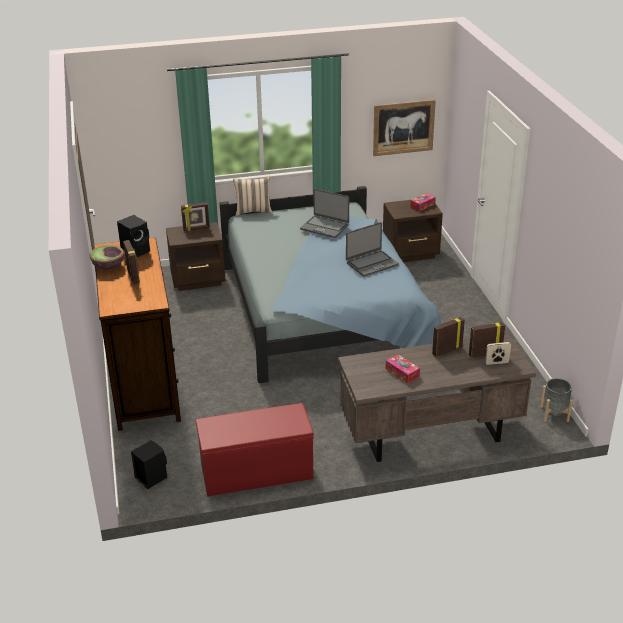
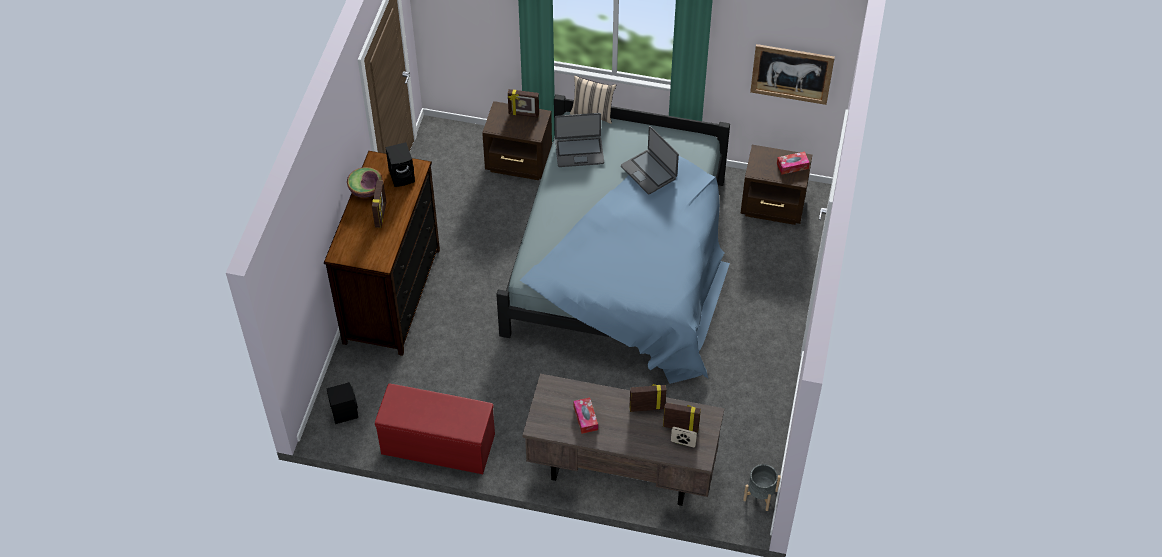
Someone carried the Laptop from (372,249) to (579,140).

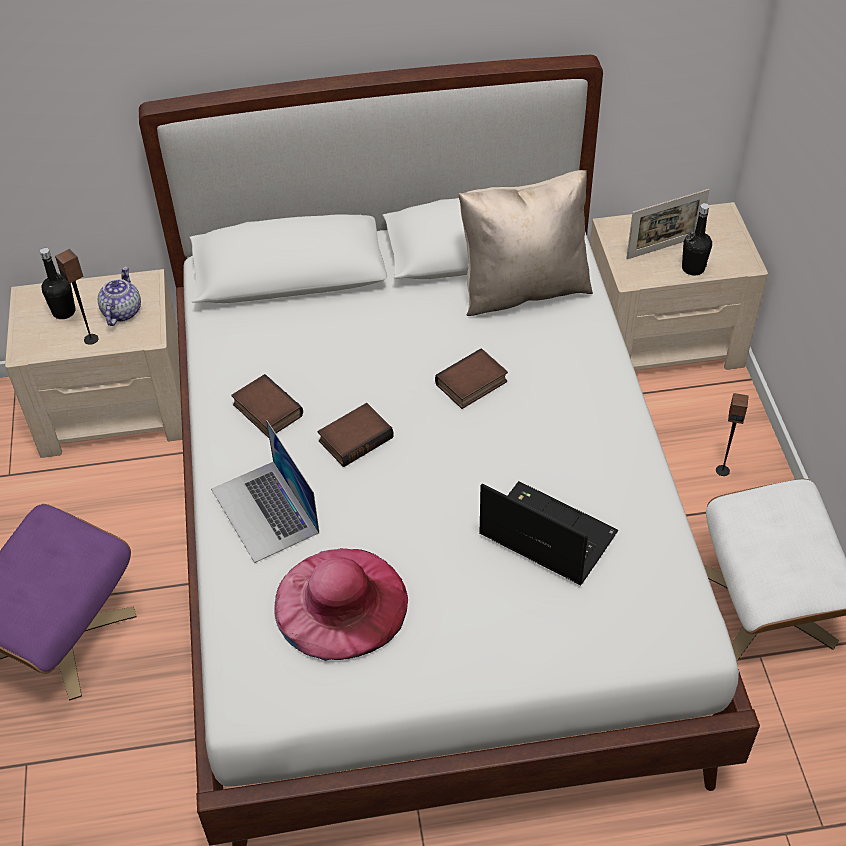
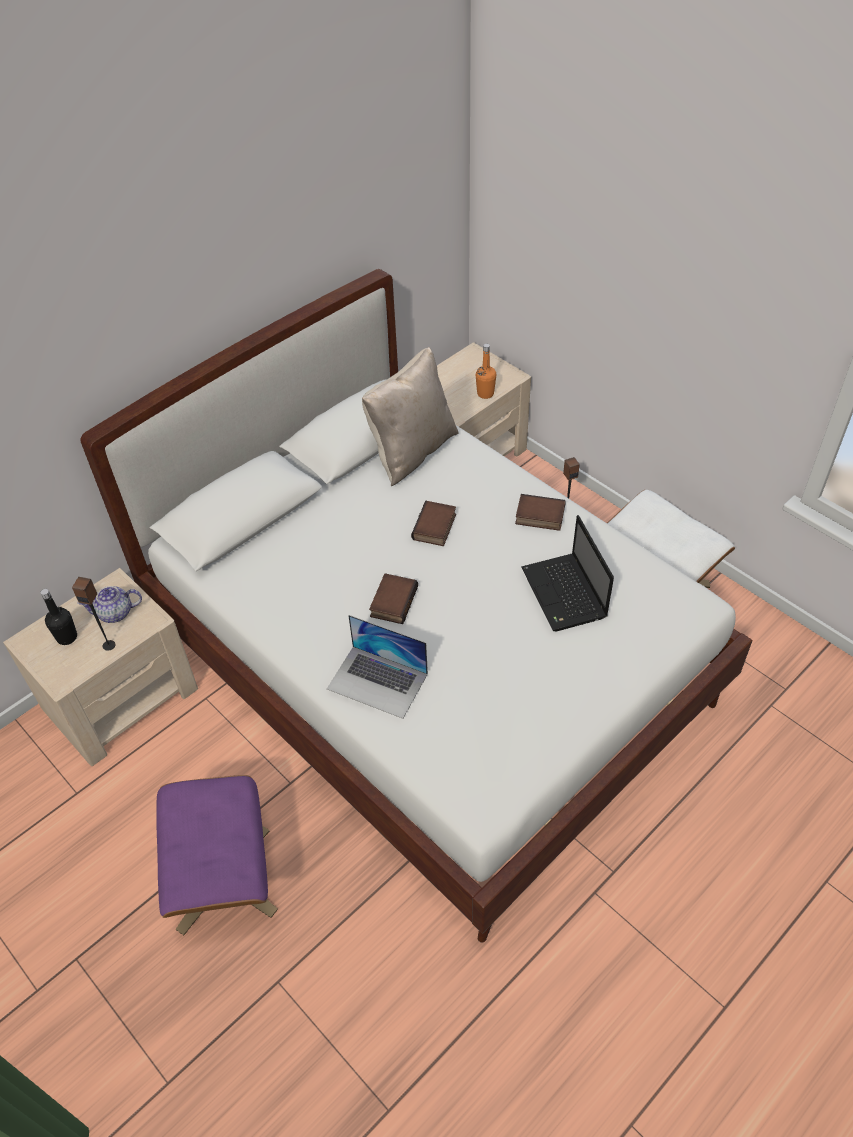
Someone took away the Hut (rosa) at (341,604).
Someone took away the Bilderrahmen at (668,224).
Someone carried the Buch from (267,406) to (540,512).
Someone repainted the Flasche (schwarz) at (697,239), which became the Flasche (orange) at (486,371).
Someone rotated the Teekanne at (119,296) by 75 degrees counterclockwise.
Someone rotated the Laptop at (548,533) by 105 degrees counterclockwise.

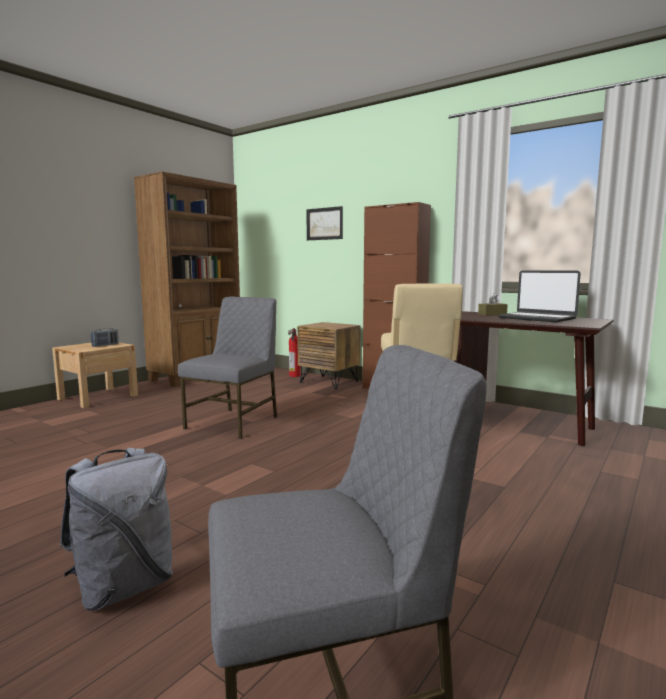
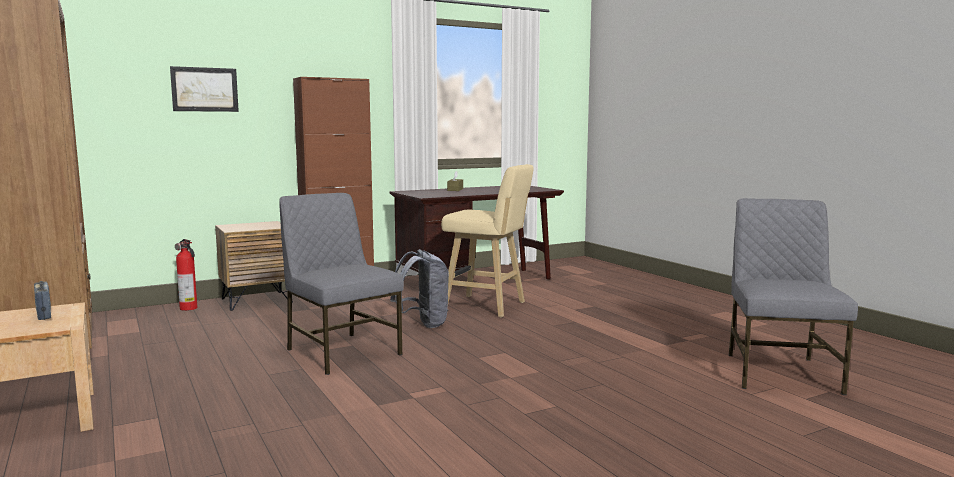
Someone took away the Laptop at (539,296).
Someone carried the Rucksack (grau) from (116,529) to (419,288).

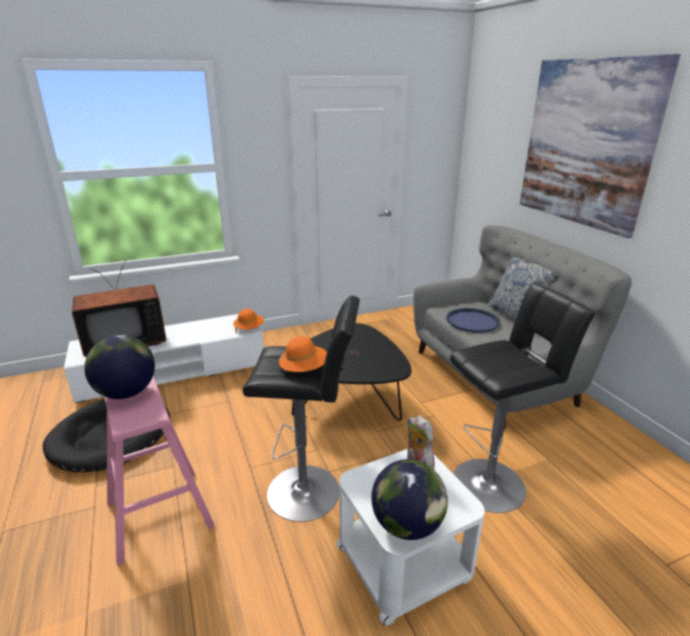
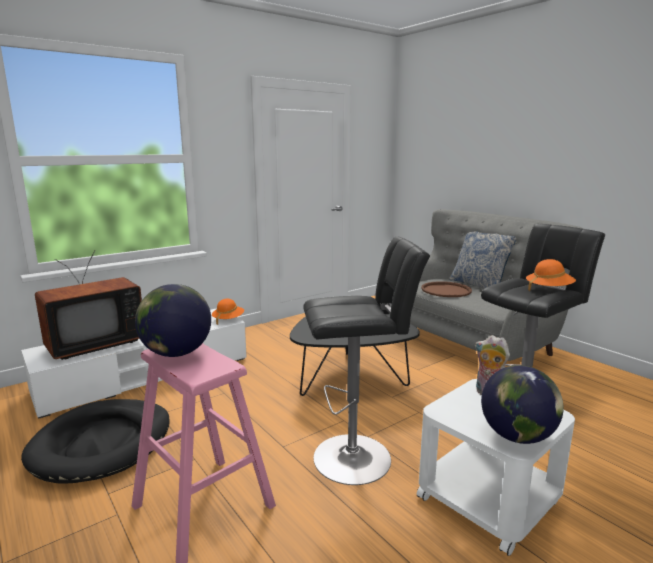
Someone took away the Bild at (600,146).
Someone carried the Hut (orange) from (303,354) to (551,275).
Someone repainted the Tablett (blau) at (473,320), which became the Tablett (braun) at (446,289).

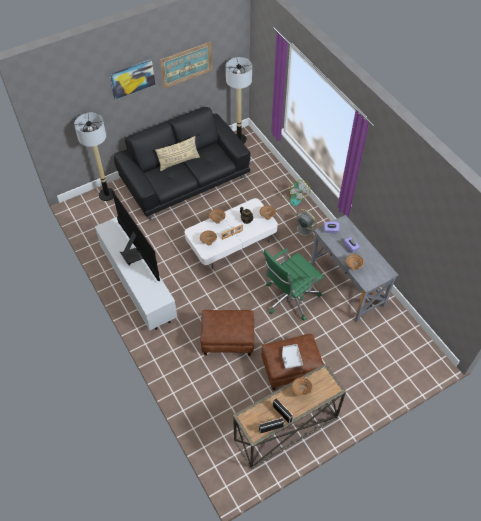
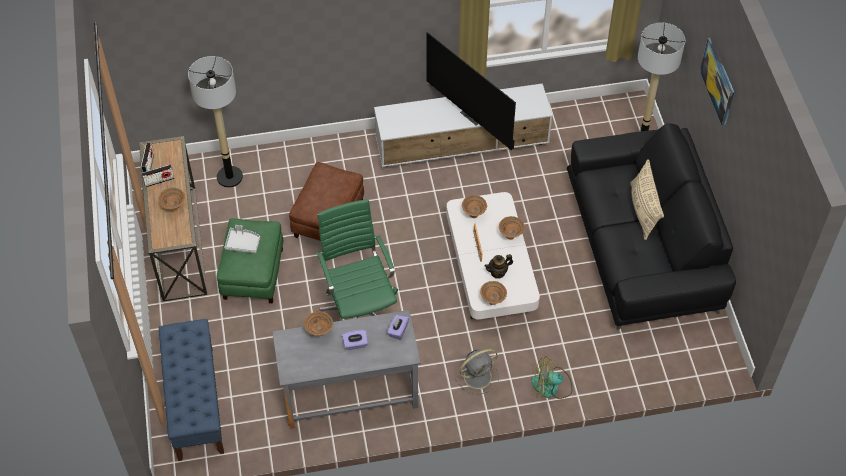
Someone took away the Bild at (186,65).
Someone put down the Bank (blau) at (191,390).
Someone carried the Stehlampe from (239,100) to (215,122).
Someone repainted the Polsterhocker (braun) at (292,362), which became the Polsterhocker (grün) at (250,260).
Someone rotated the Fernseher at (136,235) by 60 degrees clockwise.

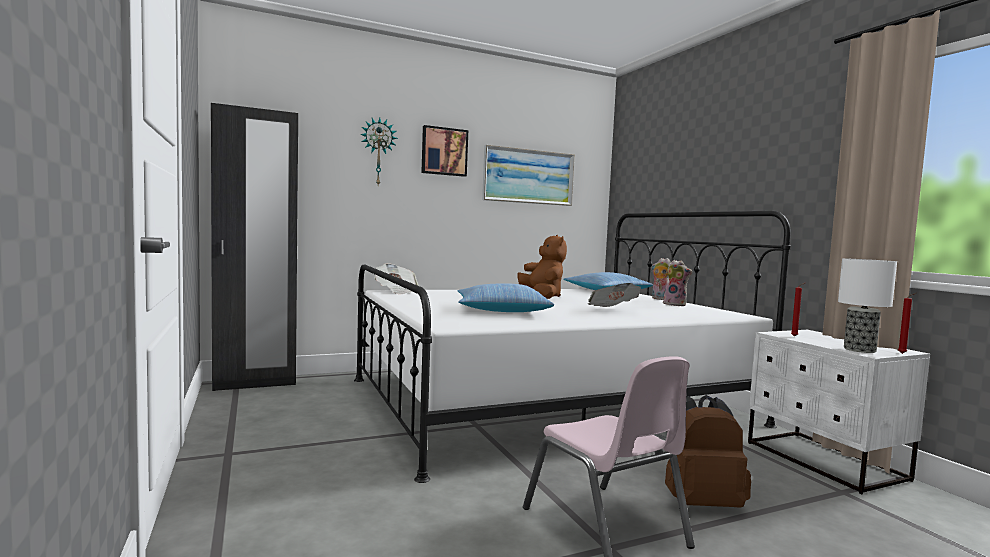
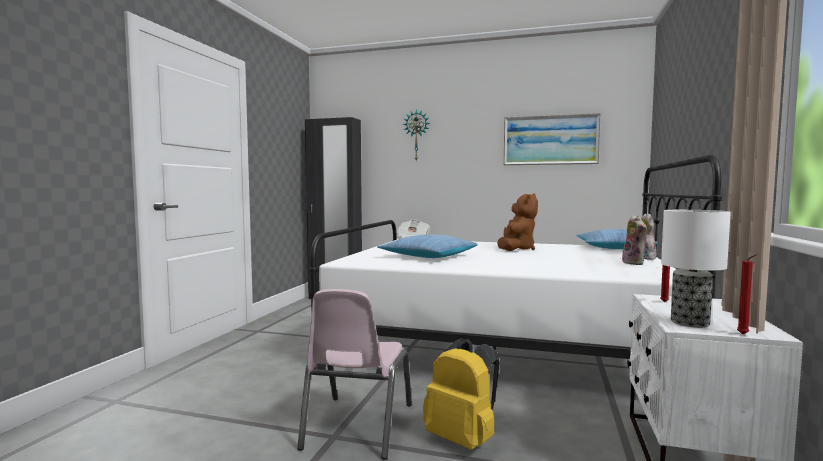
Someone took away the Bild at (444,151).
Someone took away the Zeitung at (614,295).
Someone repainted the Rucksack (braun) at (708,451), which became the Rucksack (gelb) at (461,394).

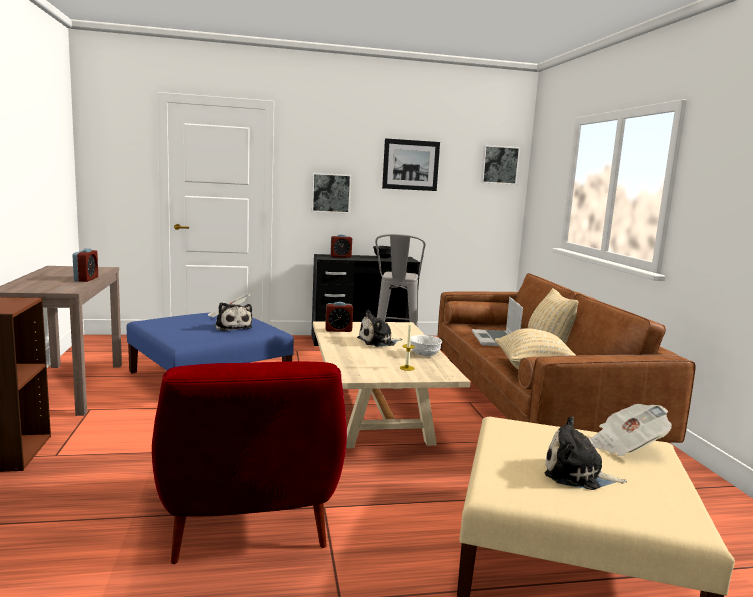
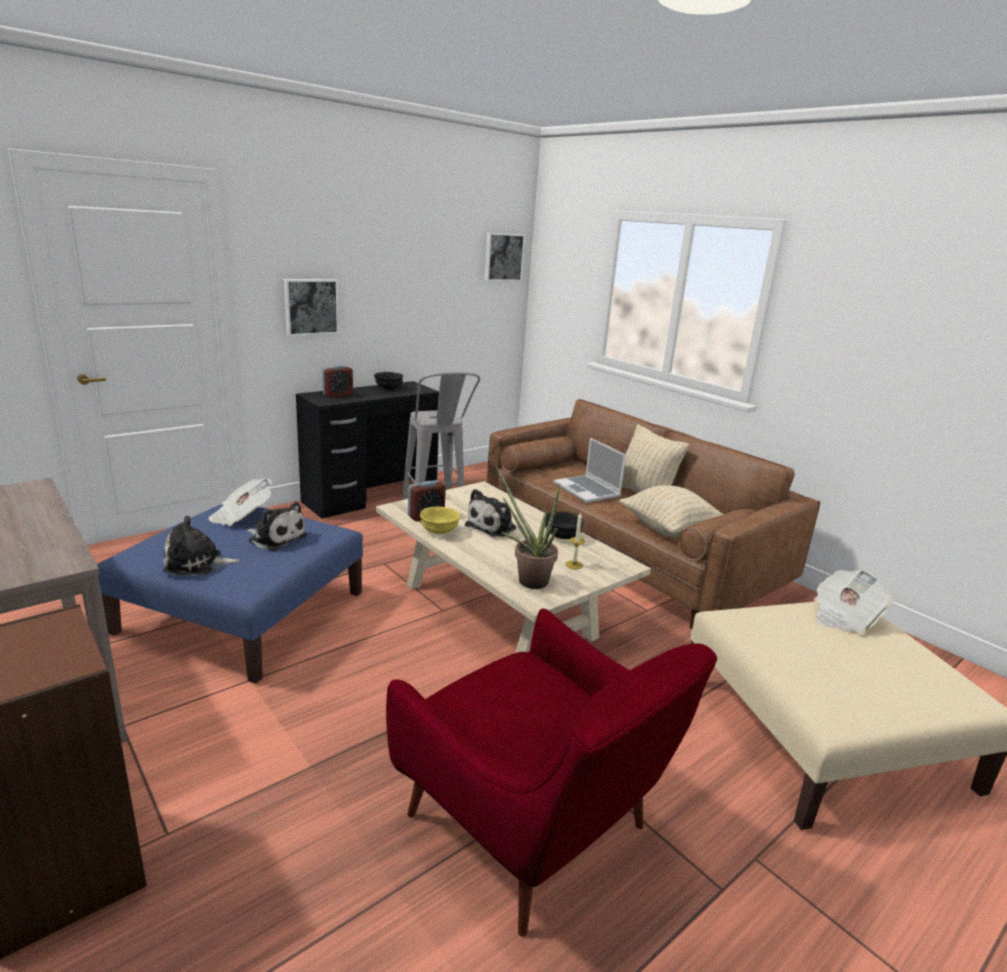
Someone took away the Wecker at (85,265).
Someone took away the Bild at (411,164).
Someone put down the Schüssel (gelb) at (440,520).
Someone put down the Topfpflanze at (528,528).
Someone carried the Plüschtier from (586,453) to (201,545).
Someone repainted the Schüssel (weiß) at (426,345), which became the Schüssel (schwarz) at (564,525).

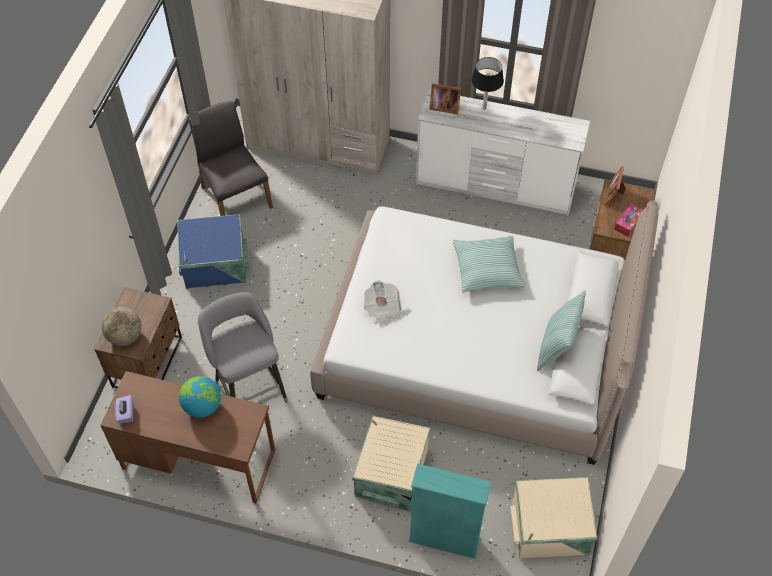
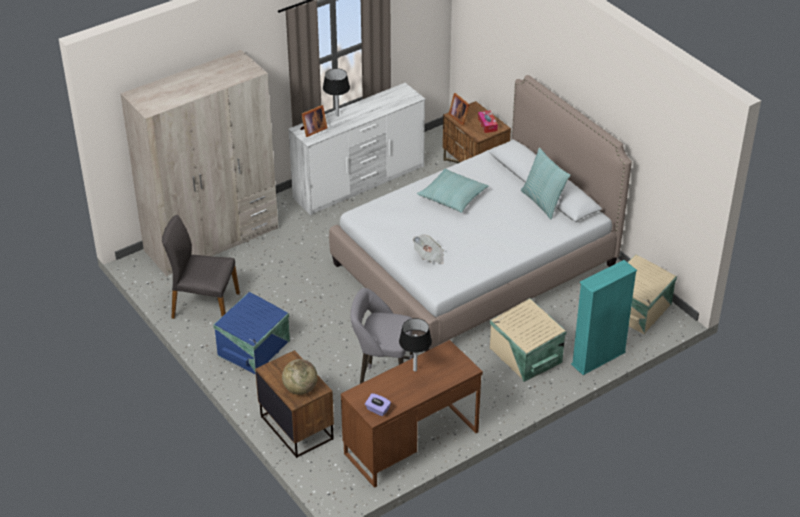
Someone swapped the Globus at (200,397) for the Tischlampe (schwarz) at (415,345).

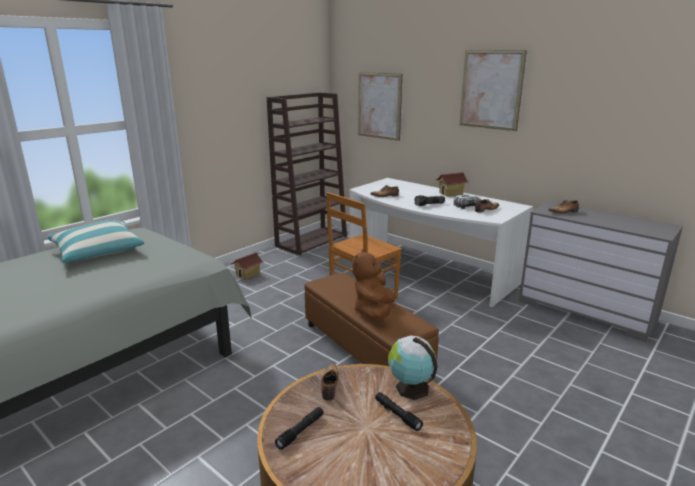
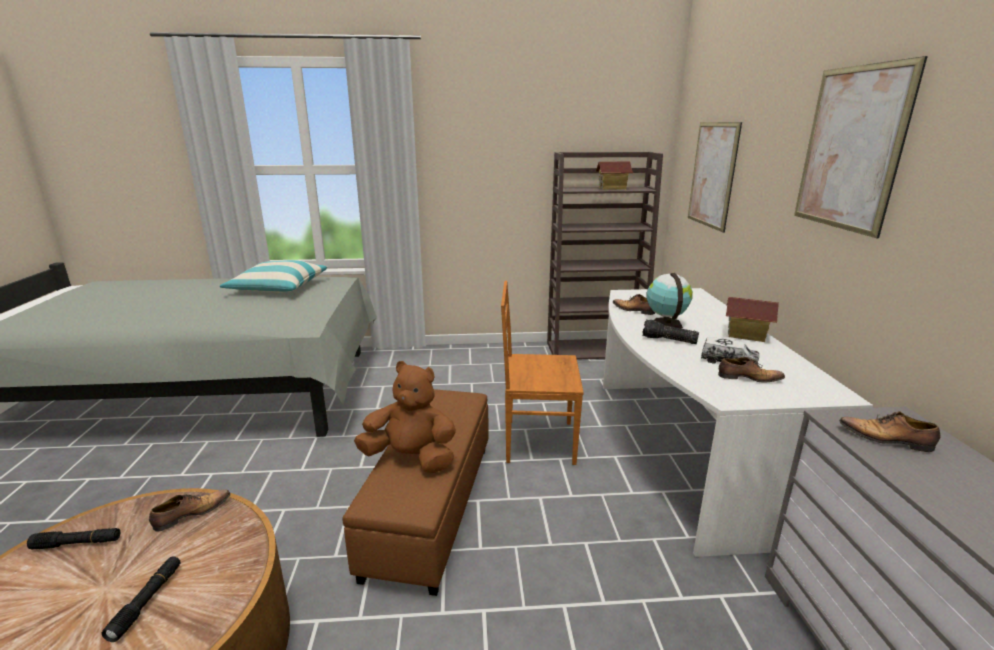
Someone carried the Spielzeughaus from (247,266) to (614,176).
Someone carried the Globus from (413,367) to (670,300).
Someone rotated the Plüschtier (braun) at (373,285) by 45 degrees clockwise.

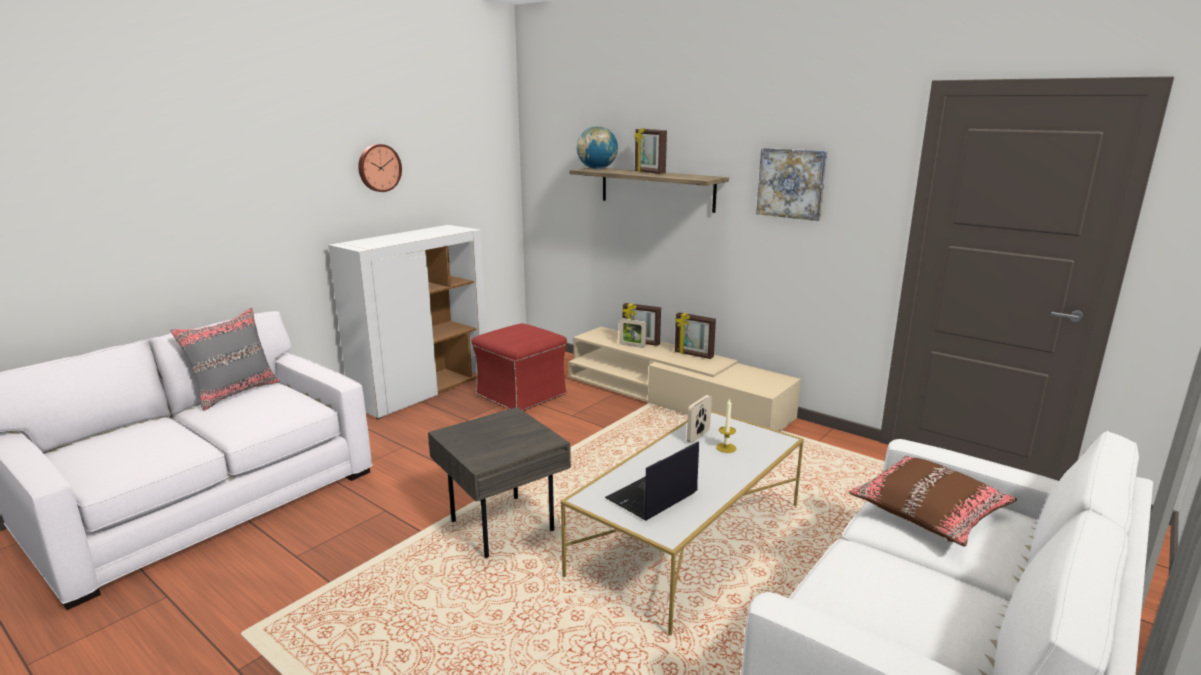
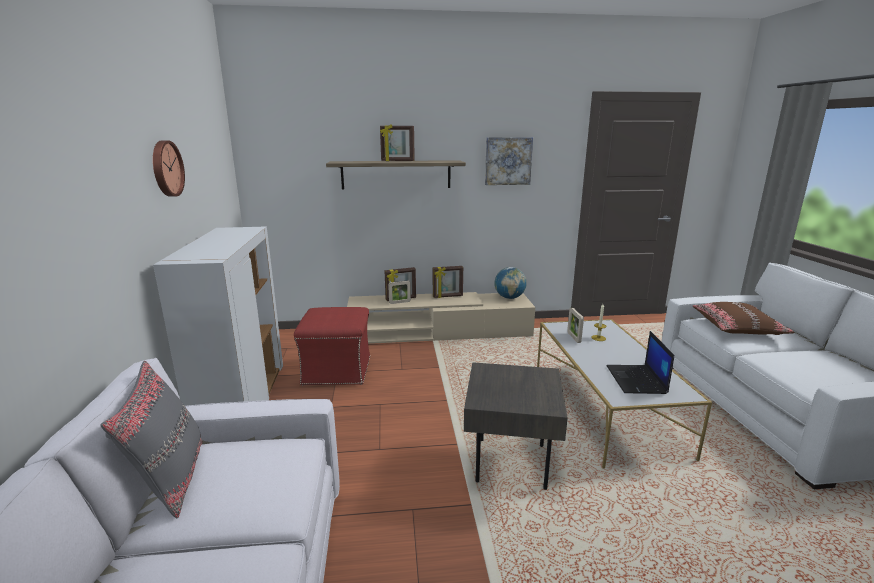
Someone carried the Globus from (597,147) to (510,283).

